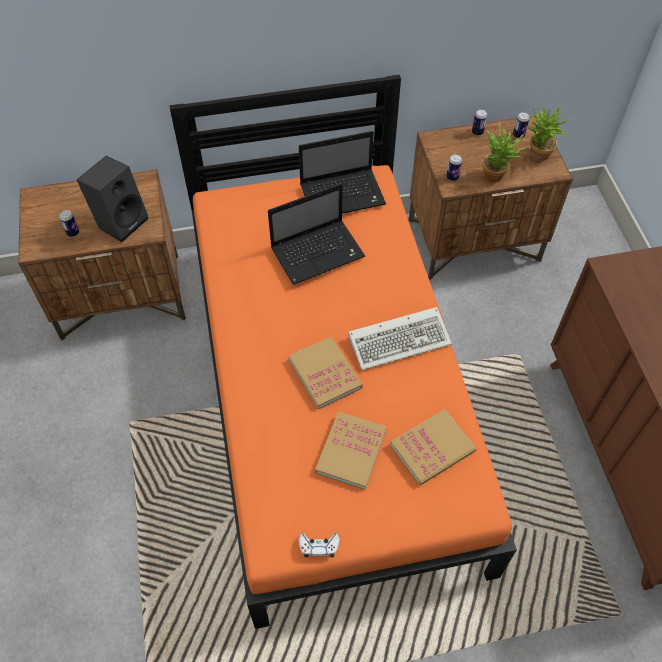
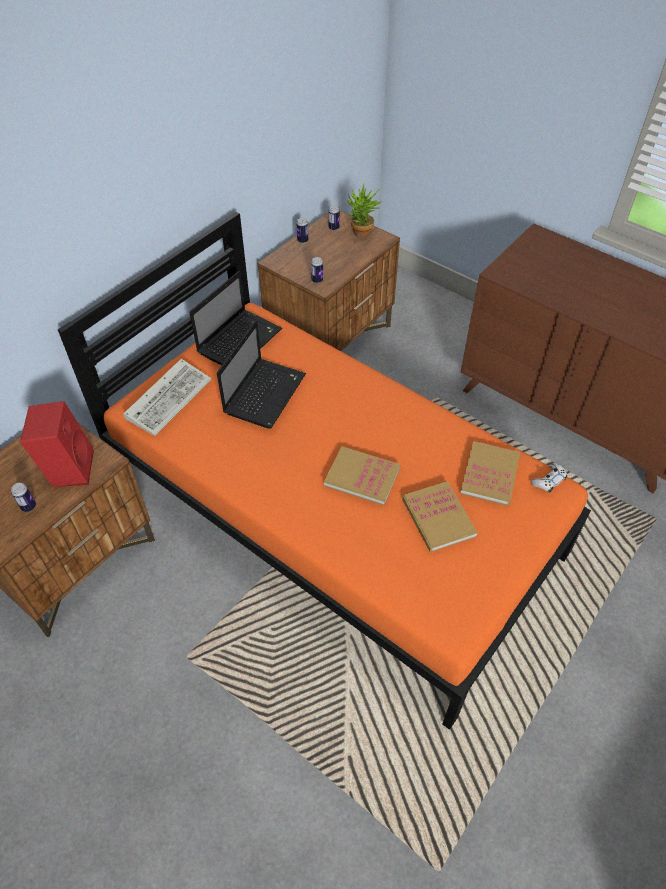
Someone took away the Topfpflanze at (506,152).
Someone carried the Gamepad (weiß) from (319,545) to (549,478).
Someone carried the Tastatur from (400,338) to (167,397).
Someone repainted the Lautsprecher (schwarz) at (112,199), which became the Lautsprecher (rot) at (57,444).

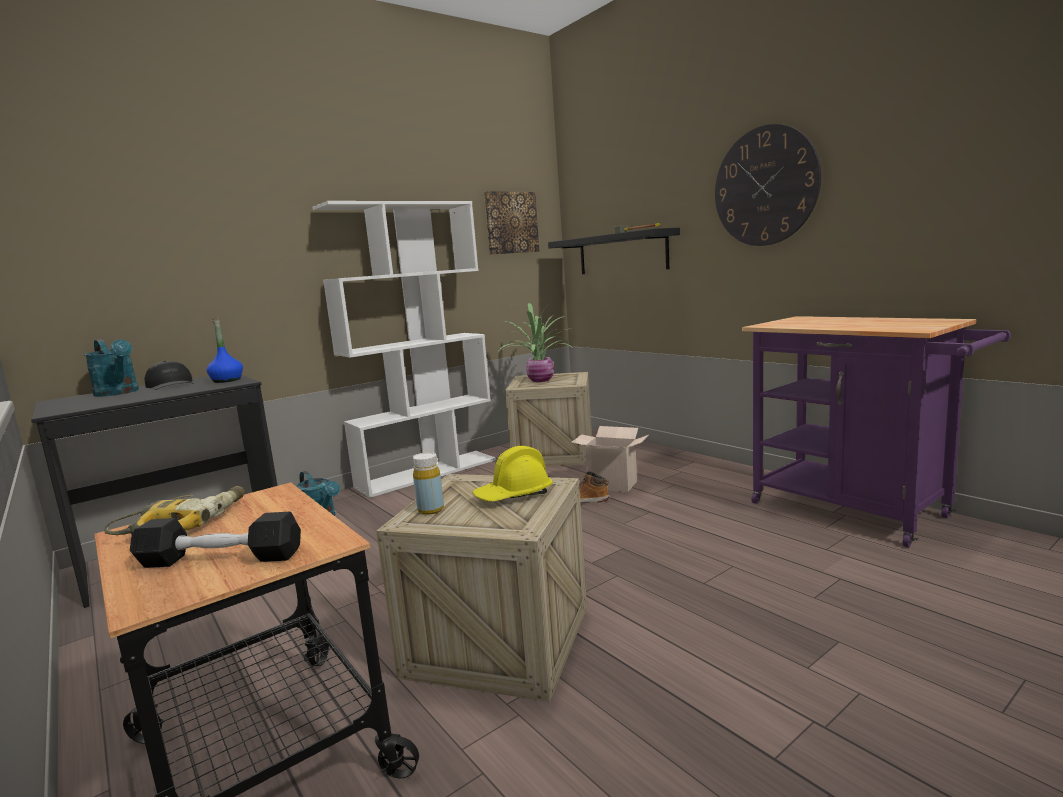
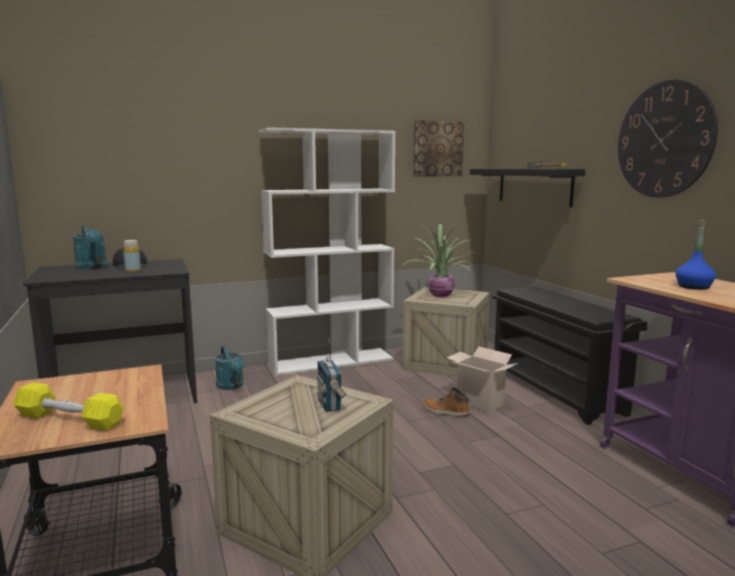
Someone took away the Bohrmaschine at (174,510).
Someone put down the Schuhregal (schwarz) at (569,355).
Someone carried the Flasche (blau) from (225,350) to (695,255).
Someone carried the Flasche (gelb) from (428,483) to (132,256).
Someone swapped the Schutzhelm (gelb) at (512,474) for the Radio at (332,375).
Someone repainted the Hantel (schwarz) at (215,540), which became the Hantel (gelb) at (68,406).

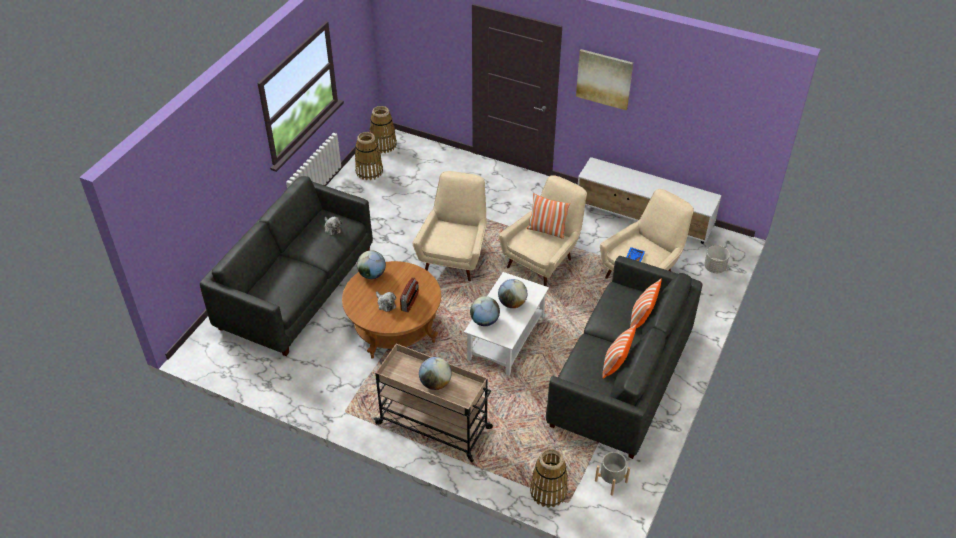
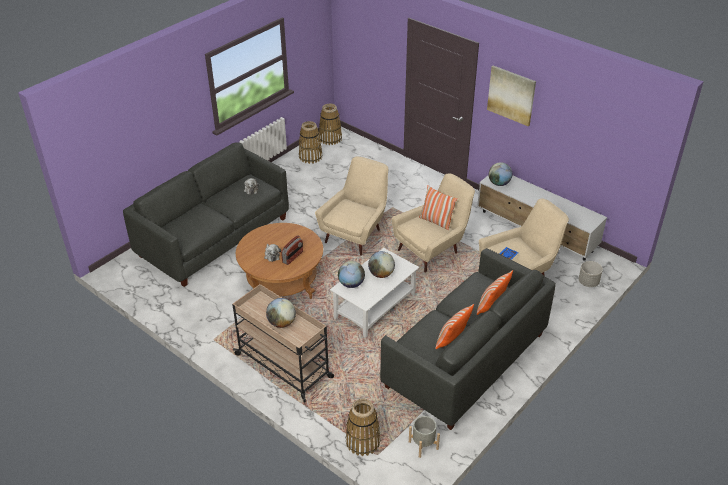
Someone carried the Globus from (371,264) to (500,174).

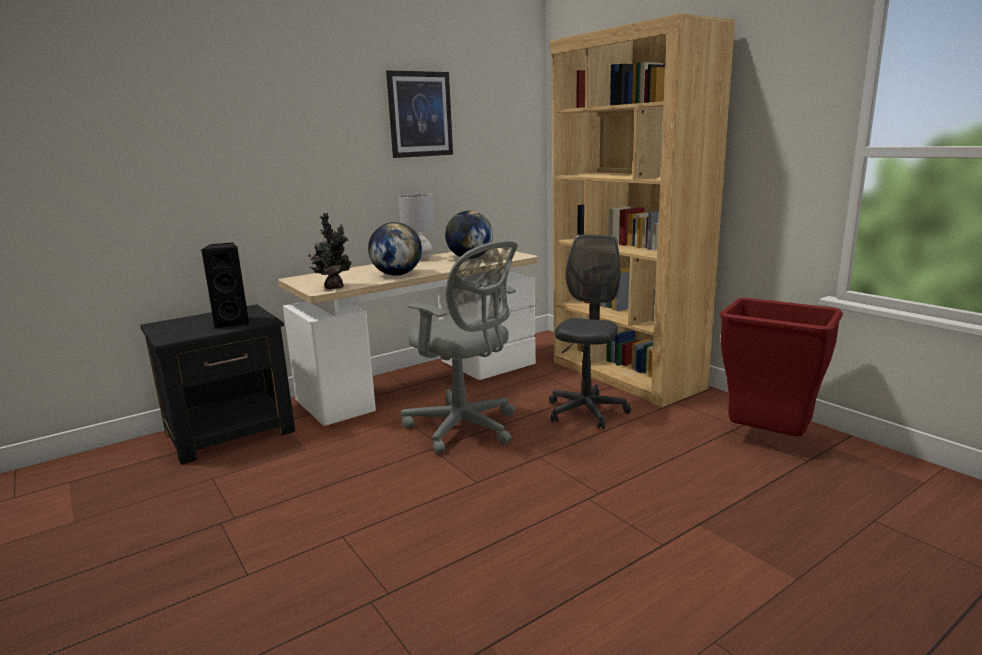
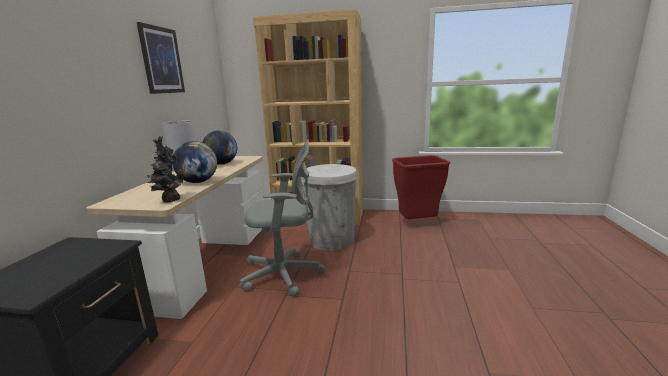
Someone took away the Lautsprecher (schwarz) at (225,285).
Someone swapped the Bürostuhl (grau) at (590,331) for the Mülleimer (weiß) at (329,207).

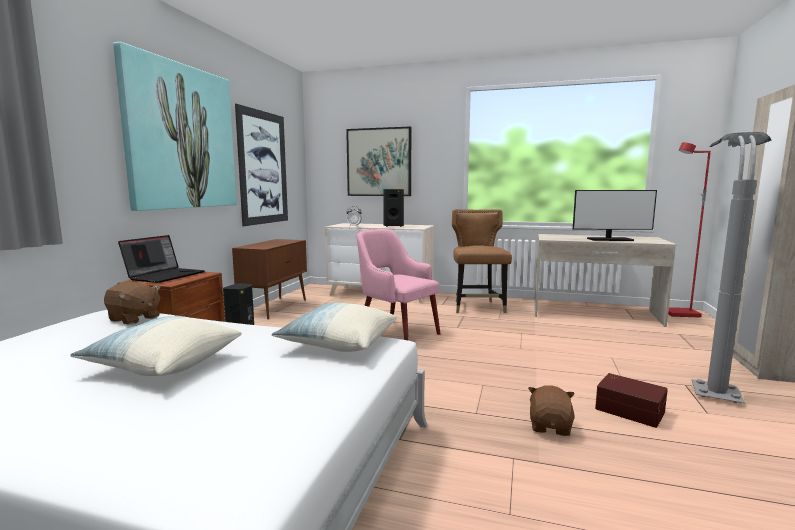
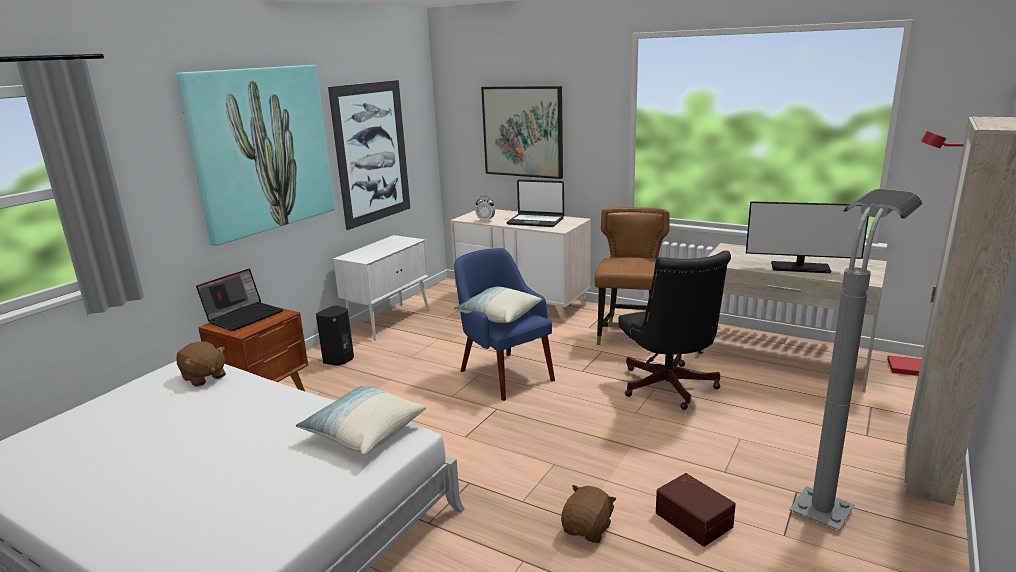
Someone put down the Bürostuhl (schwarz) at (674,330).
Someone carried the Kissen from (155,346) to (498,305).
Someone swapped the Lautsprecher (schwarz) at (393,208) for the Laptop at (535,203).
Someone repainted the Schrank (braun) at (269,279), which became the Schrank (weiß) at (381,287).
Someone repainted the Sessel (rosa) at (399,285), which became the Sessel (blau) at (504,324).

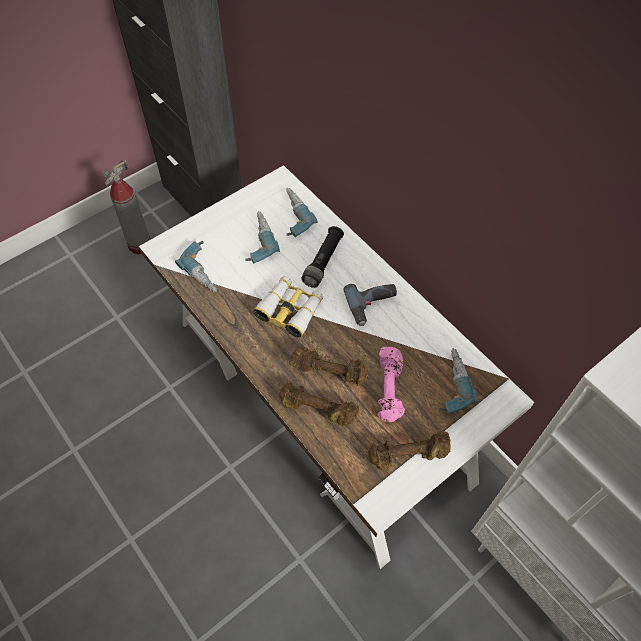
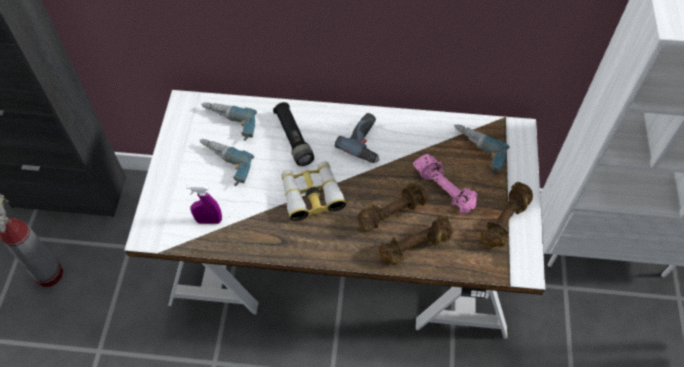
Someone swapped the Bohrmaschine at (196,266) for the Sprühflasche (lila) at (204,204).

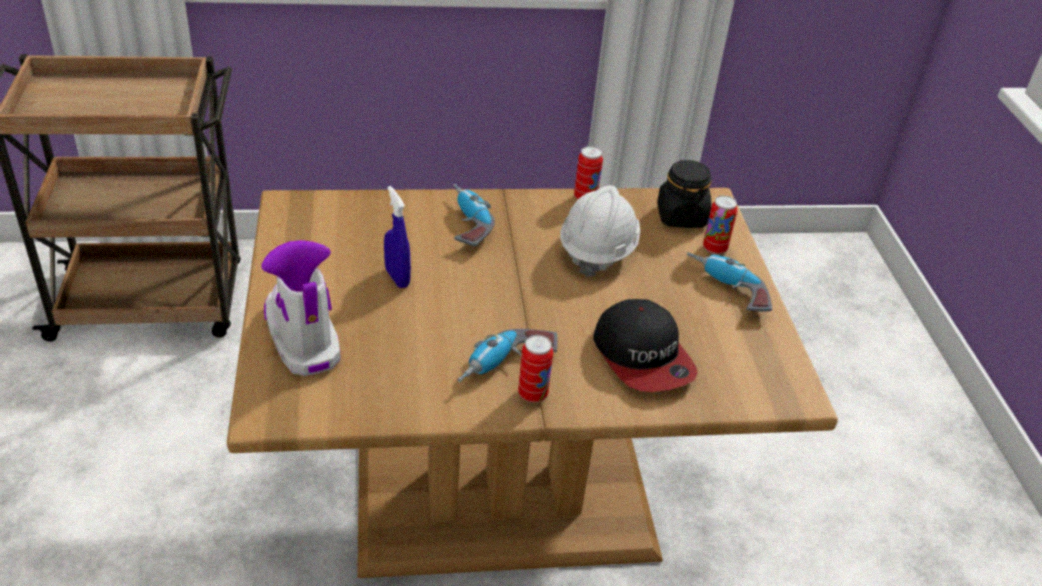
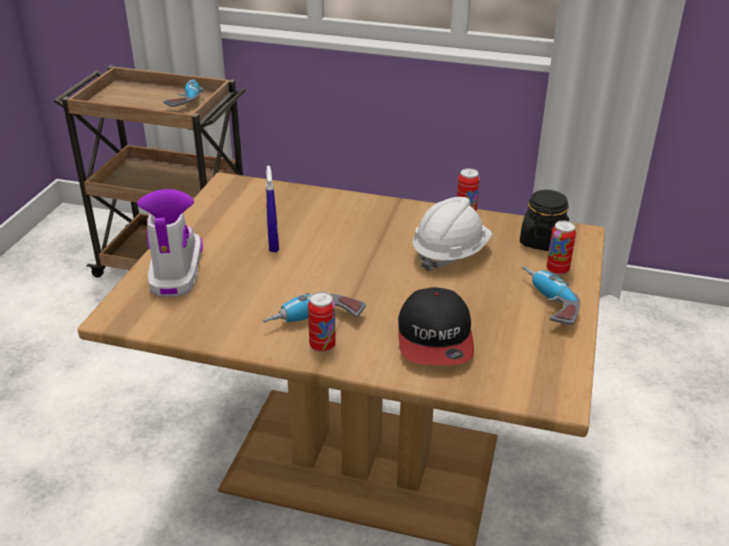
Someone carried the Bohrmaschine from (474,215) to (183,93).

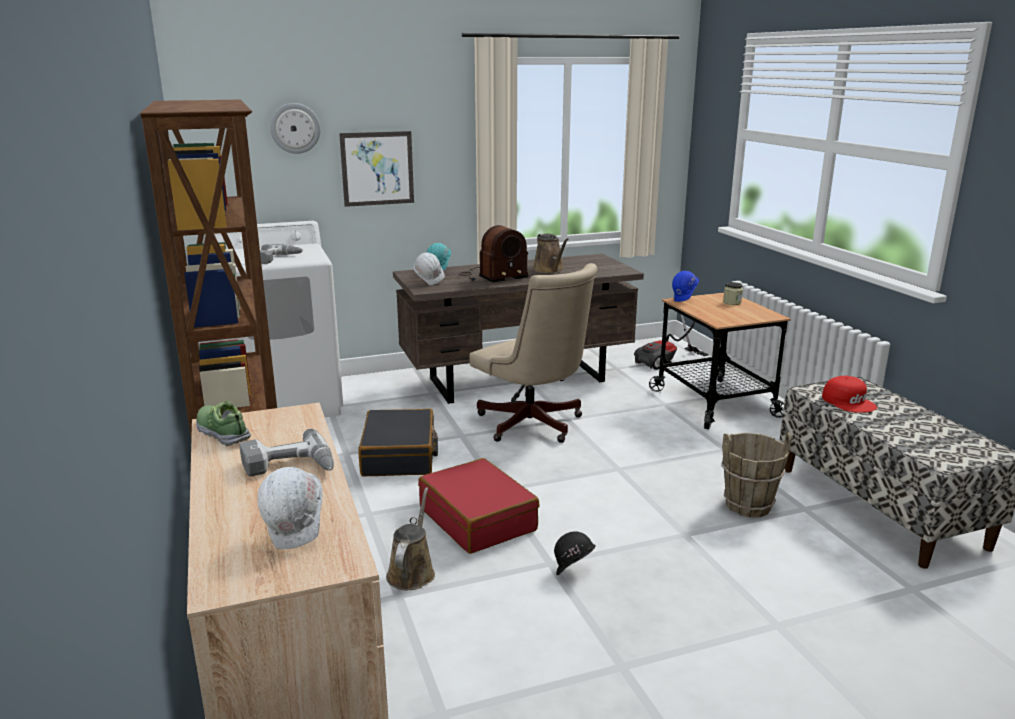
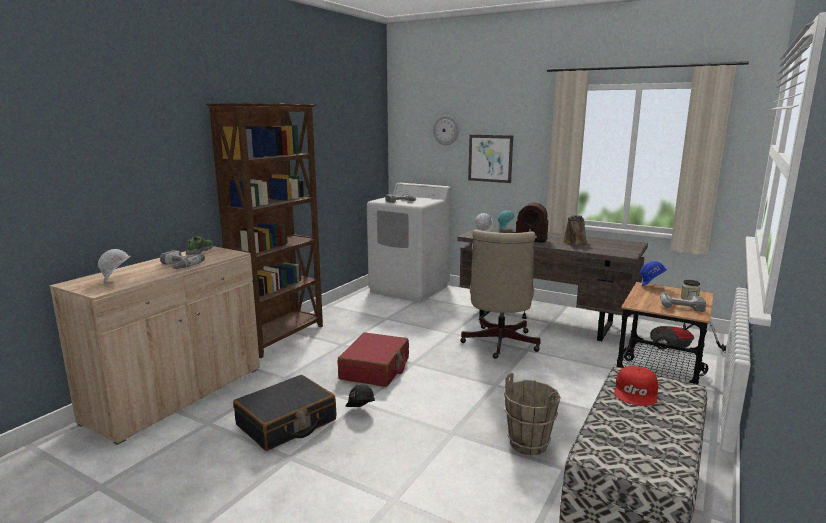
Someone took away the Gießkanne (braun) at (410,538).
Someone put down the Bohrmaschine at (683,301).
Someone carried the Koffer (schwarz) from (398,442) to (284,413).

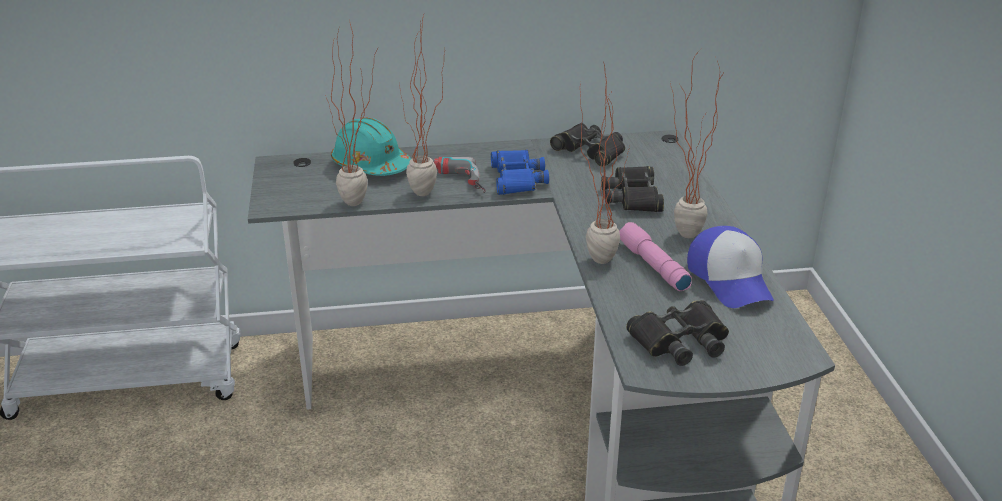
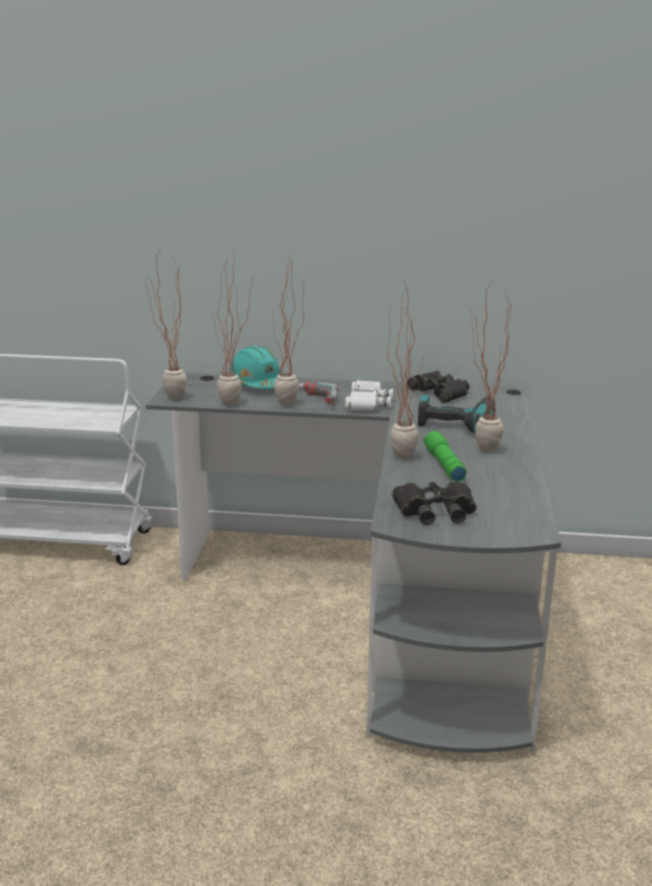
Someone took away the Kappe at (730,267).
Someone put down the Topfpflanze at (165,326).
Someone swapped the Fernglas (schwarz) at (632,189) for the Bohrmaschine at (457,414).
Someone repainted the Fernglas (blau) at (520,172), which became the Fernglas (weiß) at (369,395).
Someone repainted the Taschenlampe (rosa) at (655,256), which became the Taschenlampe (grün) at (445,456).

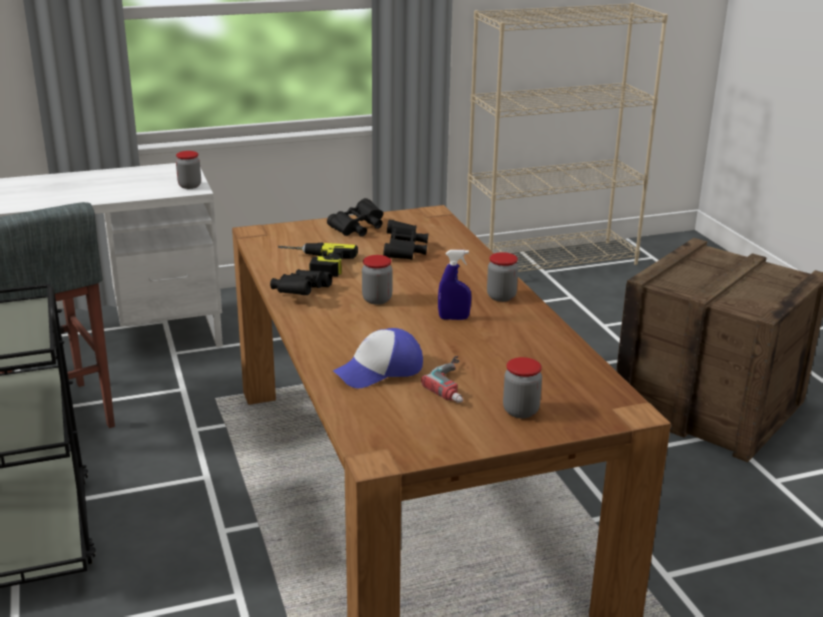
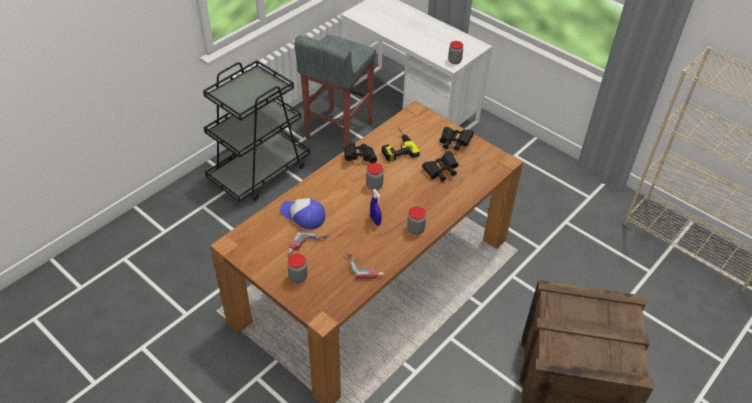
Someone put down the Bohrmaschine at (365,265).

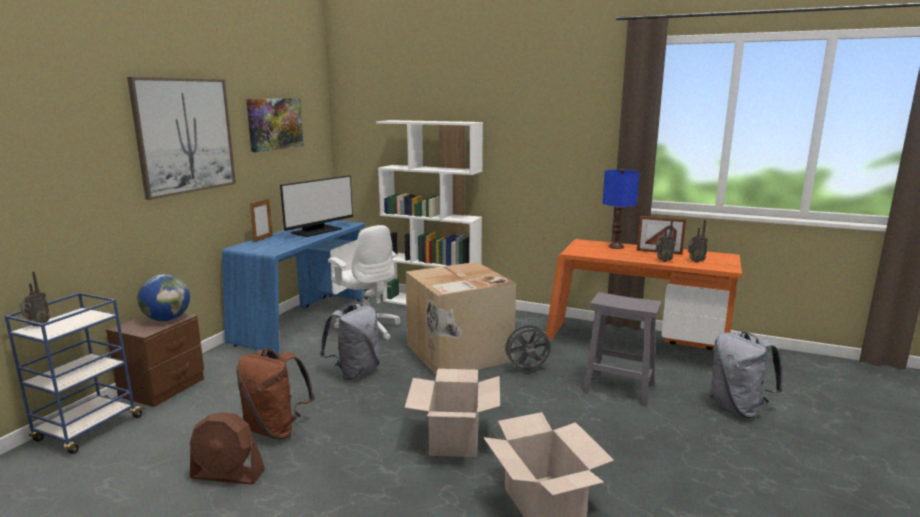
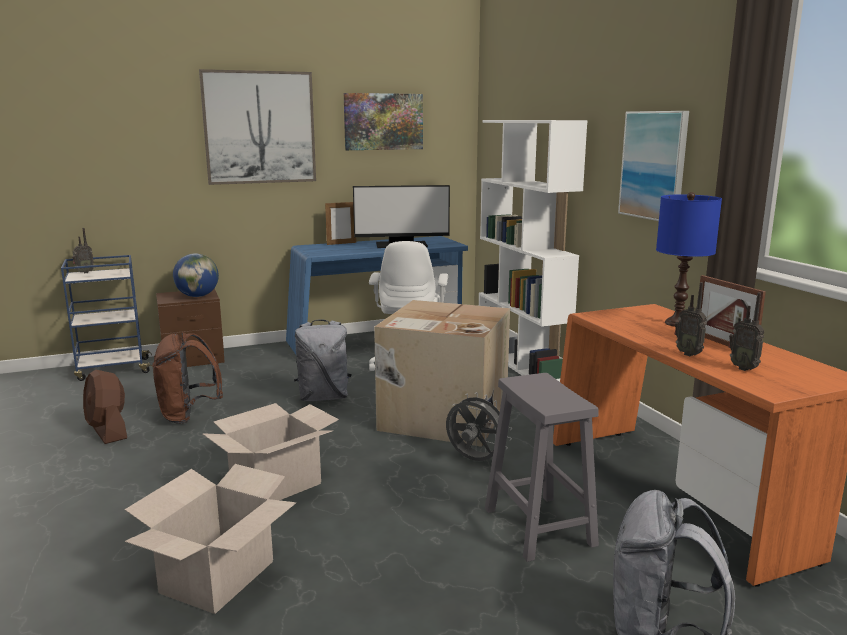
Someone put up the Bild at (653,166).

